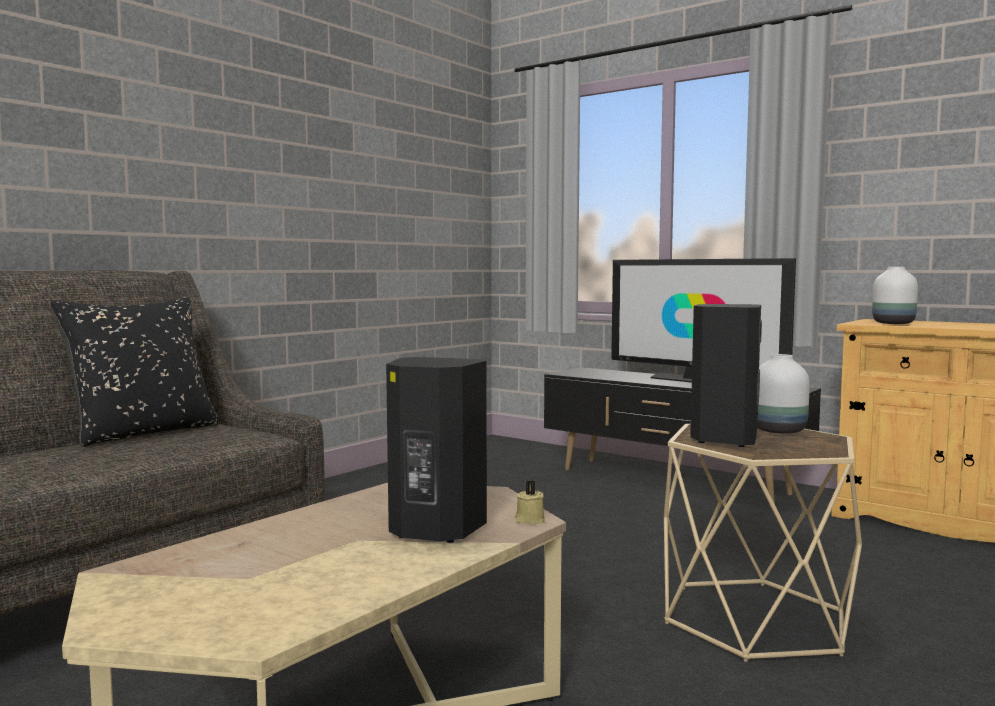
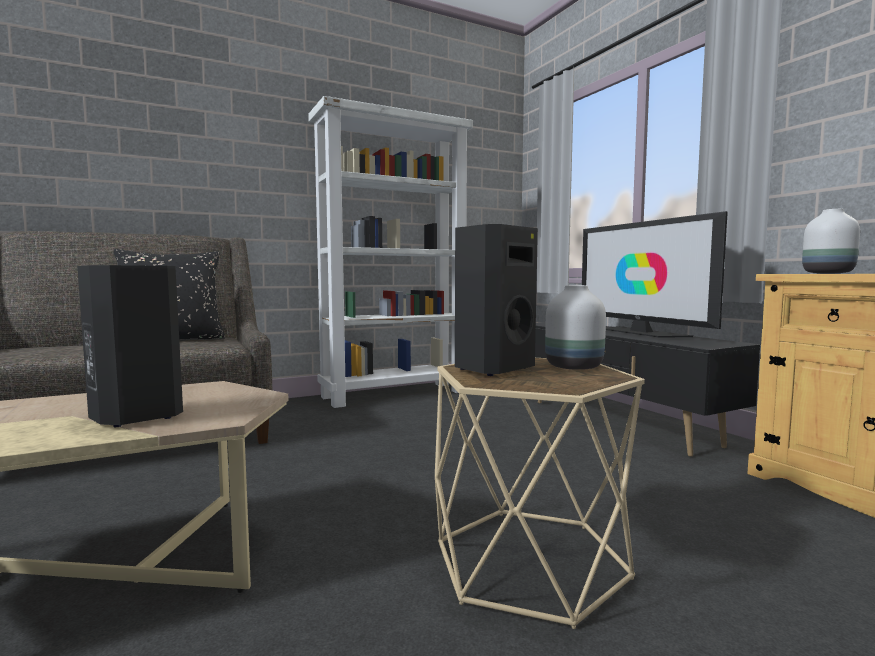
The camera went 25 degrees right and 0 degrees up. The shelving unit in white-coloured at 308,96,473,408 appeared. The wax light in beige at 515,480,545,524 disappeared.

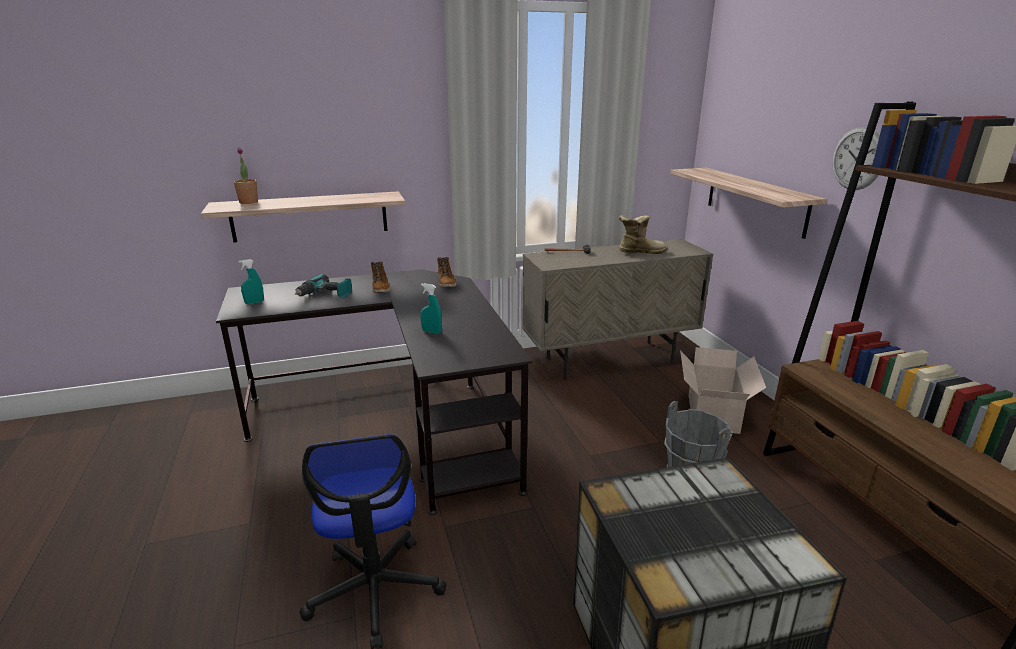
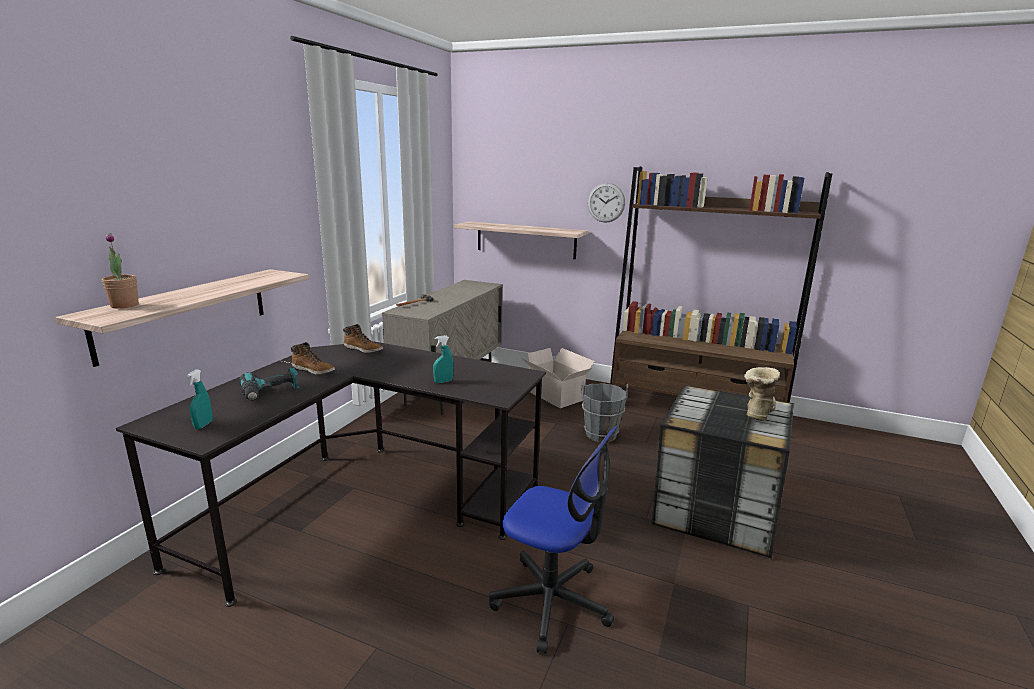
The camera went 50 degrees left and 5 degrees down. The boot moved from 619,215,668,254 to 744,367,780,421.

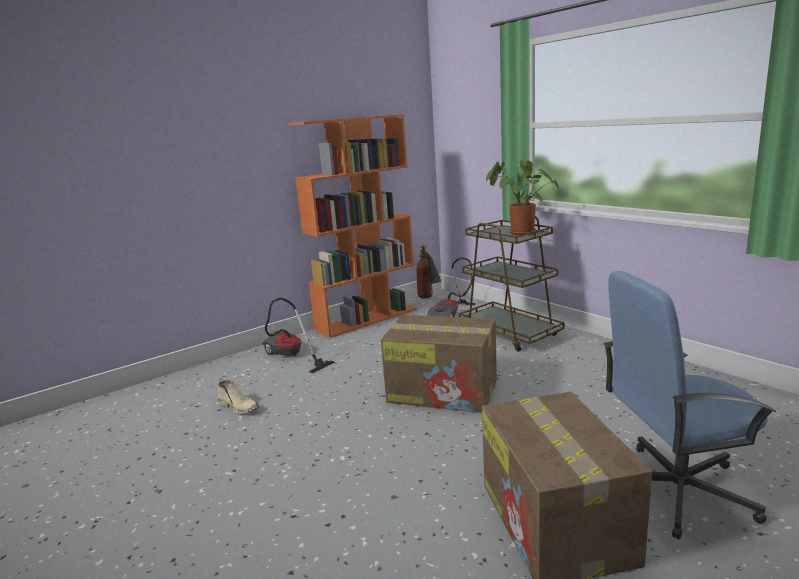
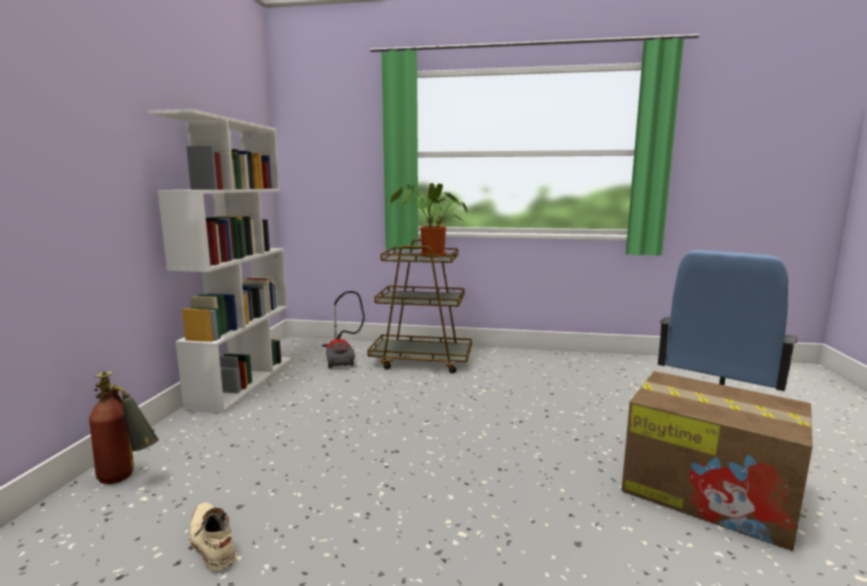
The camera went 45 degrees left and 5 degrees down. The fire-fighting cylinder moved from 416,245,441,298 to 89,371,159,484. The shelving unit in orange at 288,114,417,338 became the shelving unit in white-coloured at 148,109,291,413. The boot in beige at 218,380,259,414 turned 120 degrees counterclockwise. The vacuum cleaner at 262,298,335,373 disappeared. The carton at 381,314,497,413 disappeared.

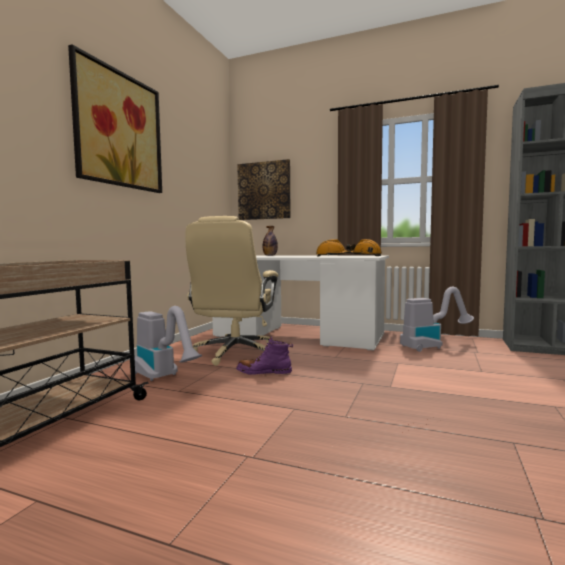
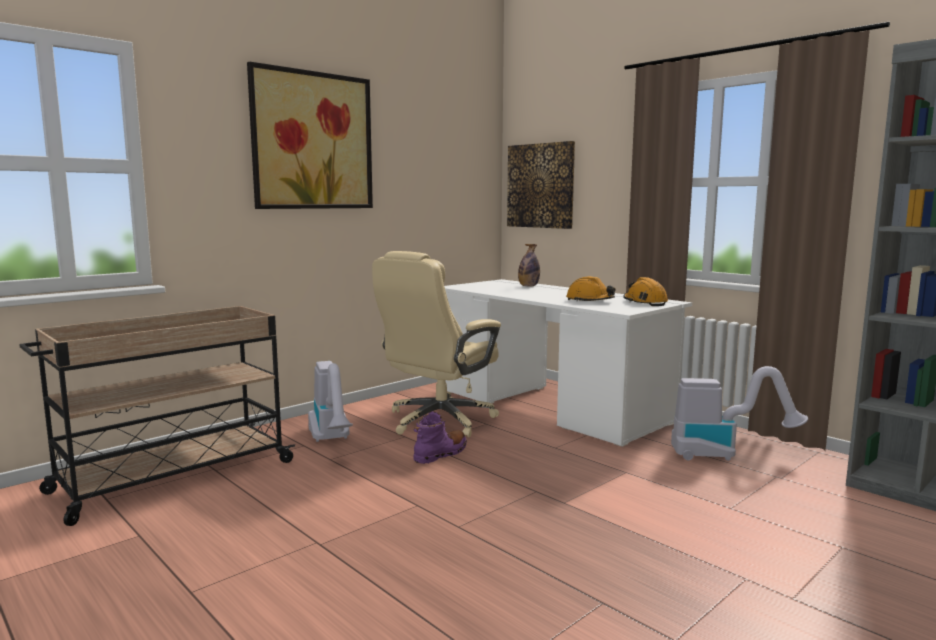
The camera went 25 degrees right and 5 degrees up. The boot in purple-coloured at 236,336,293,375 turned 105 degrees clockwise.

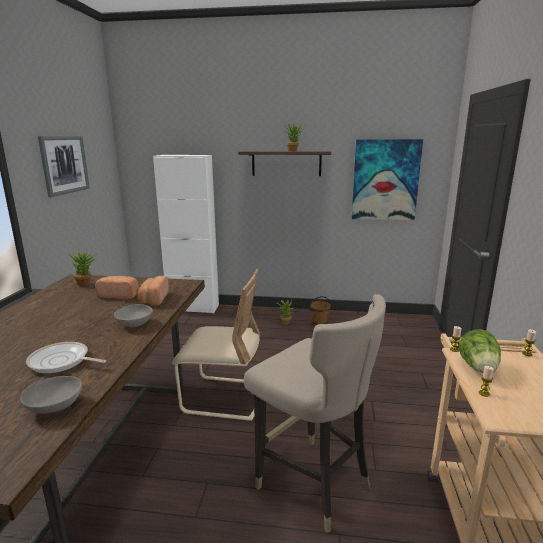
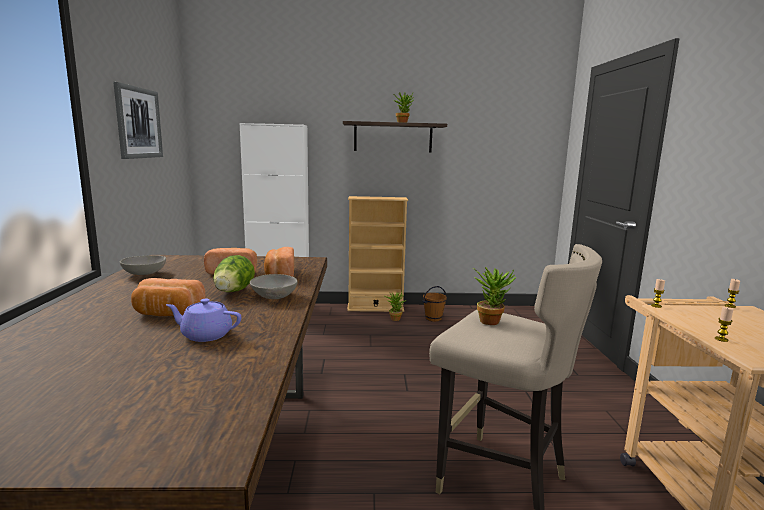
The camera went 10 degrees left and 5 degrees down. The bowl in gray moved from 20,376,82,414 to 120,255,166,275. The bakery bread at 131,278,206,316 appeared. The pan at 26,342,106,373 was replaced by the teapot in purple-coloured at 166,299,241,342. The lettuce moved from 459,329,501,373 to 213,255,255,292. The shelving unit in beige at 347,196,408,312 appeared. The plant in a pot moved from 68,251,97,286 to 473,267,516,325. The upright chair in beige at 173,269,260,421 disappeared. The wall art at 351,139,423,220 disappeared.

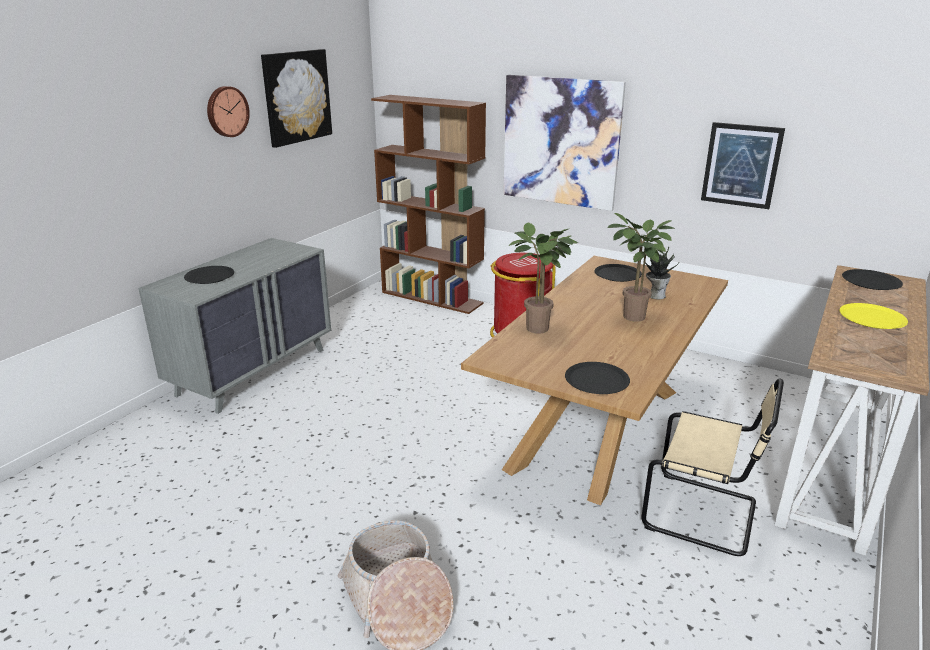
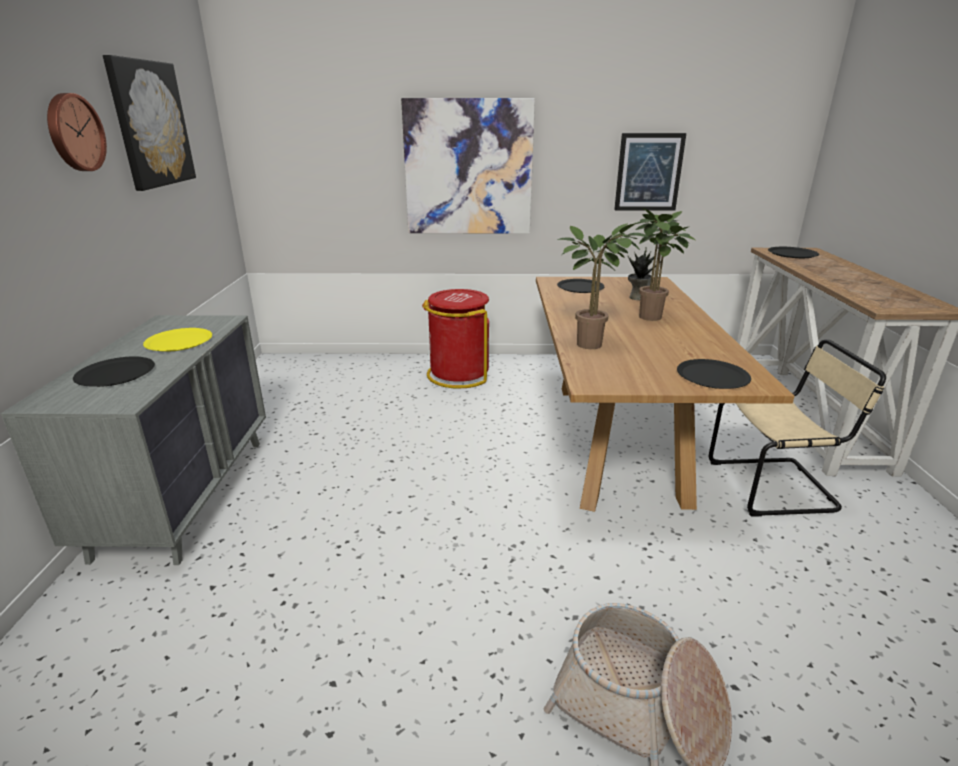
The camera went 30 degrees left and 0 degrees up. The dinner plate in yellow-coloured moved from 839,303,908,329 to 143,328,212,352. The shelving unit in brownish at 371,95,486,314 disappeared.

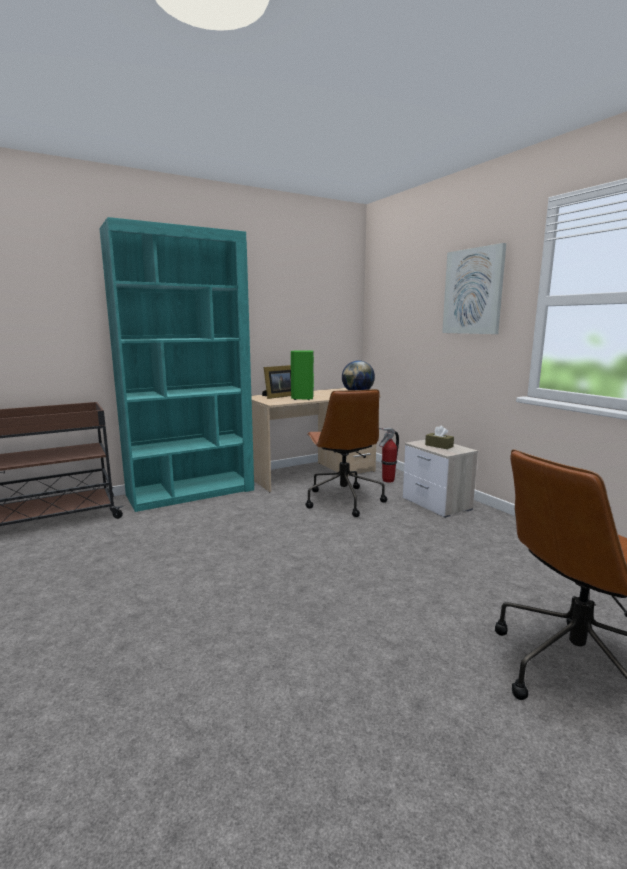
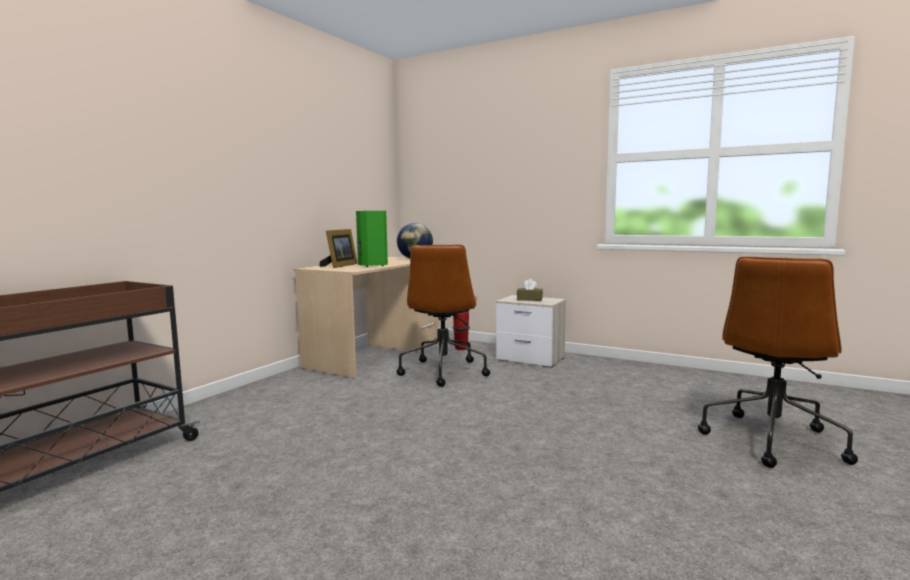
The camera went 30 degrees left and 5 degrees down. The desk chair in brownish at 305,389,387,517 turned 45 degrees clockwise. The shelving unit in turquoise at 99,217,254,512 disappeared. The wall art at 442,243,506,334 disappeared.

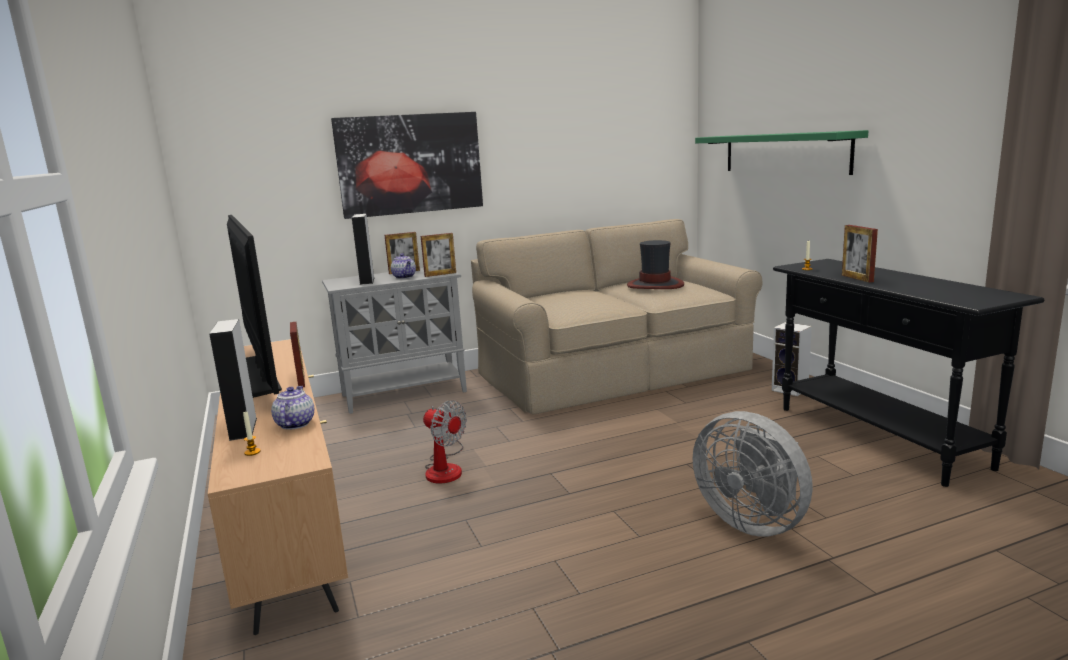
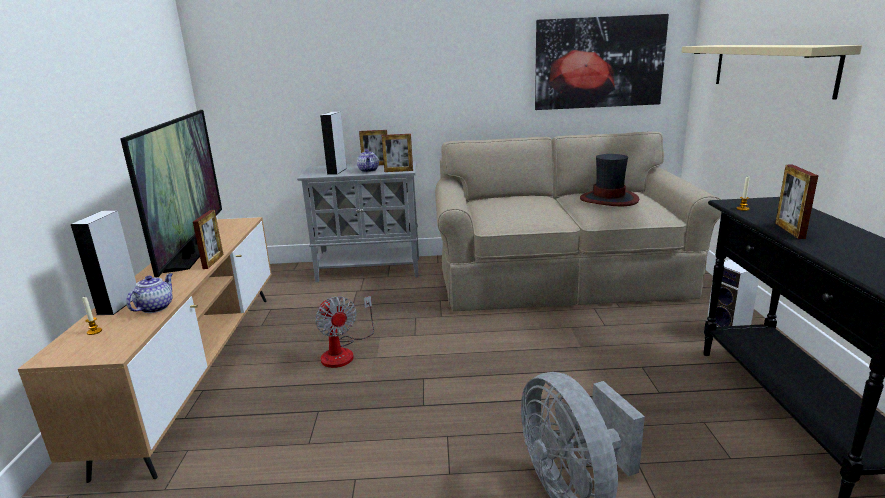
The camera went 20 degrees right and 5 degrees up. The wall art moved from 331,112,483,219 to 535,14,669,110. The shelf in greenish at 695,130,868,175 became the shelf in beige at 682,45,862,100.

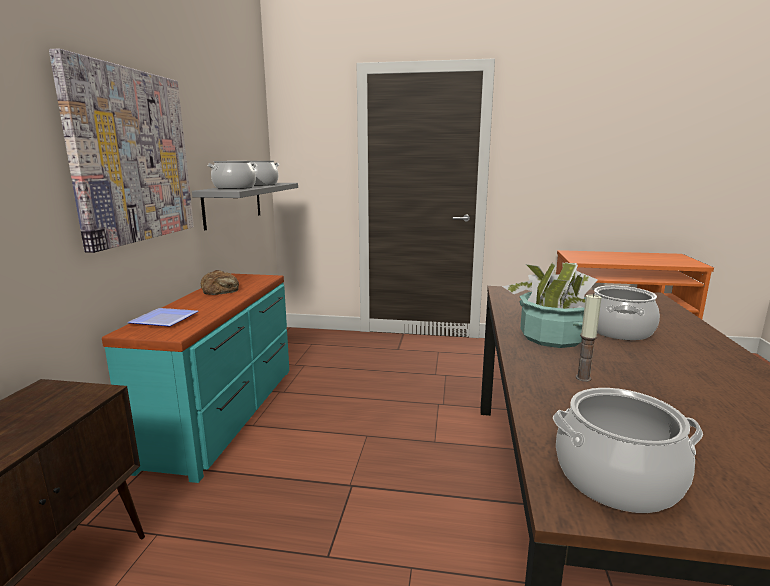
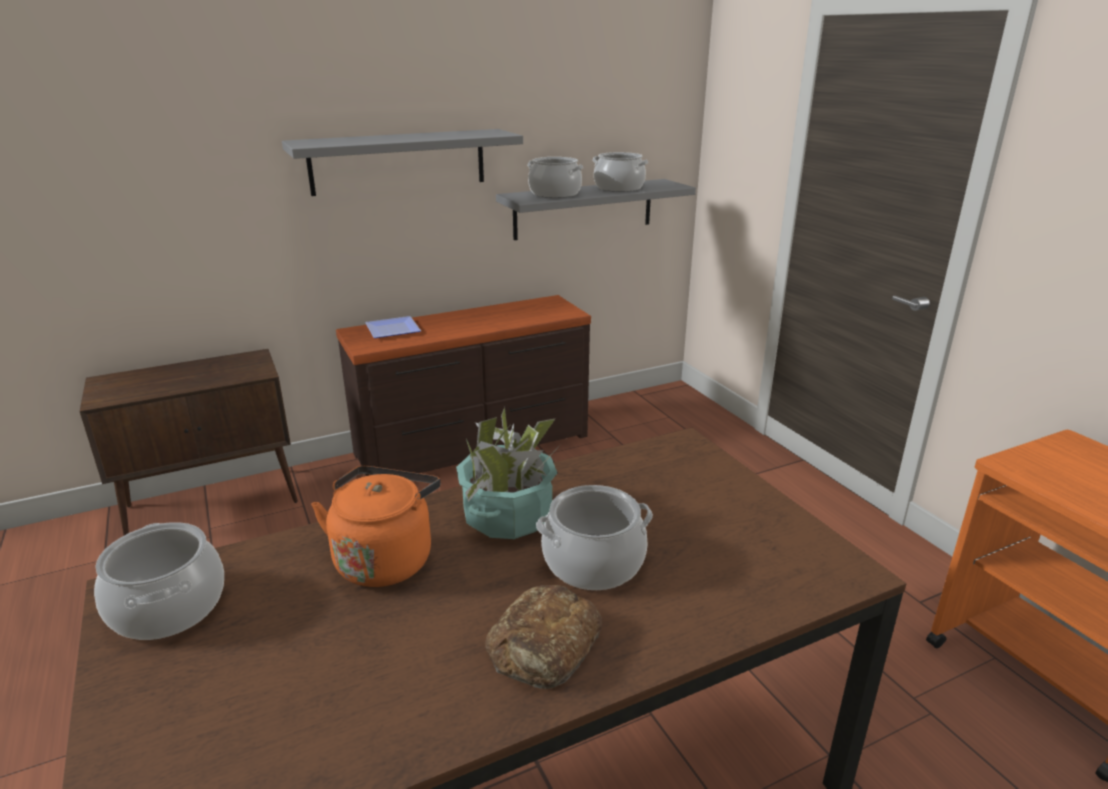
The camera went 55 degrees right and 10 degrees up. The wall art at 49,49,194,253 was replaced by the shelf in gray at 282,129,523,196. The wax light at 575,293,602,382 was replaced by the water kettle in orange at 311,466,440,587. The dresser in turquoise at 102,274,289,483 became the dresser in brownish at 336,295,591,476. The bakery bread moved from 201,270,239,295 to 485,585,602,689.

